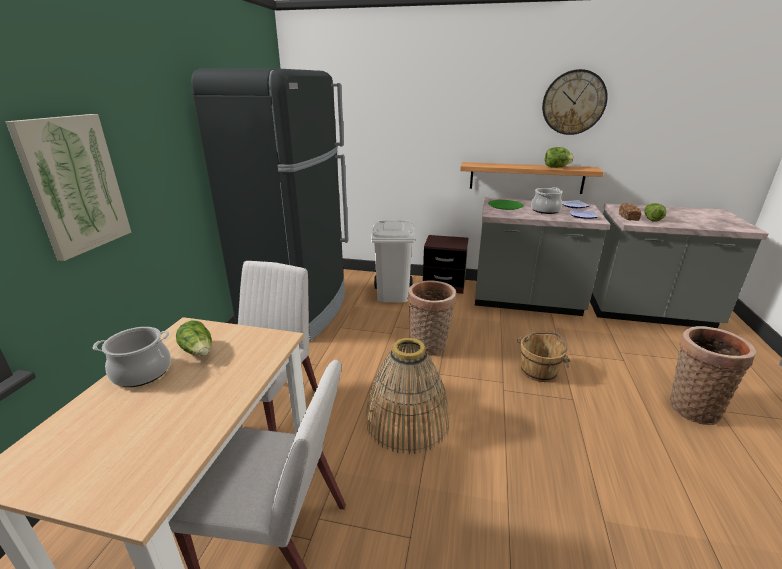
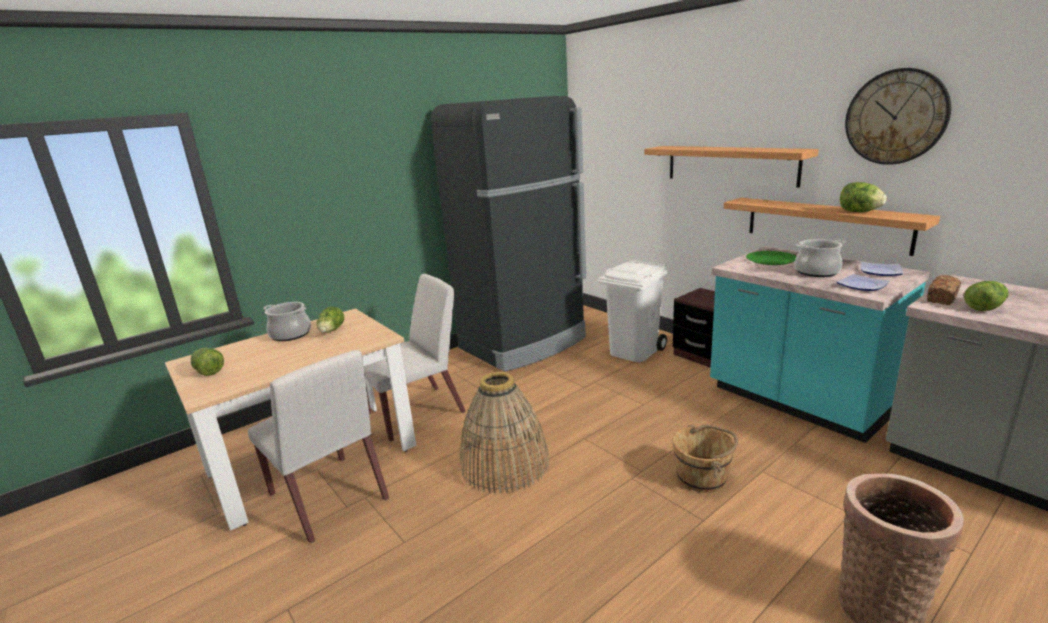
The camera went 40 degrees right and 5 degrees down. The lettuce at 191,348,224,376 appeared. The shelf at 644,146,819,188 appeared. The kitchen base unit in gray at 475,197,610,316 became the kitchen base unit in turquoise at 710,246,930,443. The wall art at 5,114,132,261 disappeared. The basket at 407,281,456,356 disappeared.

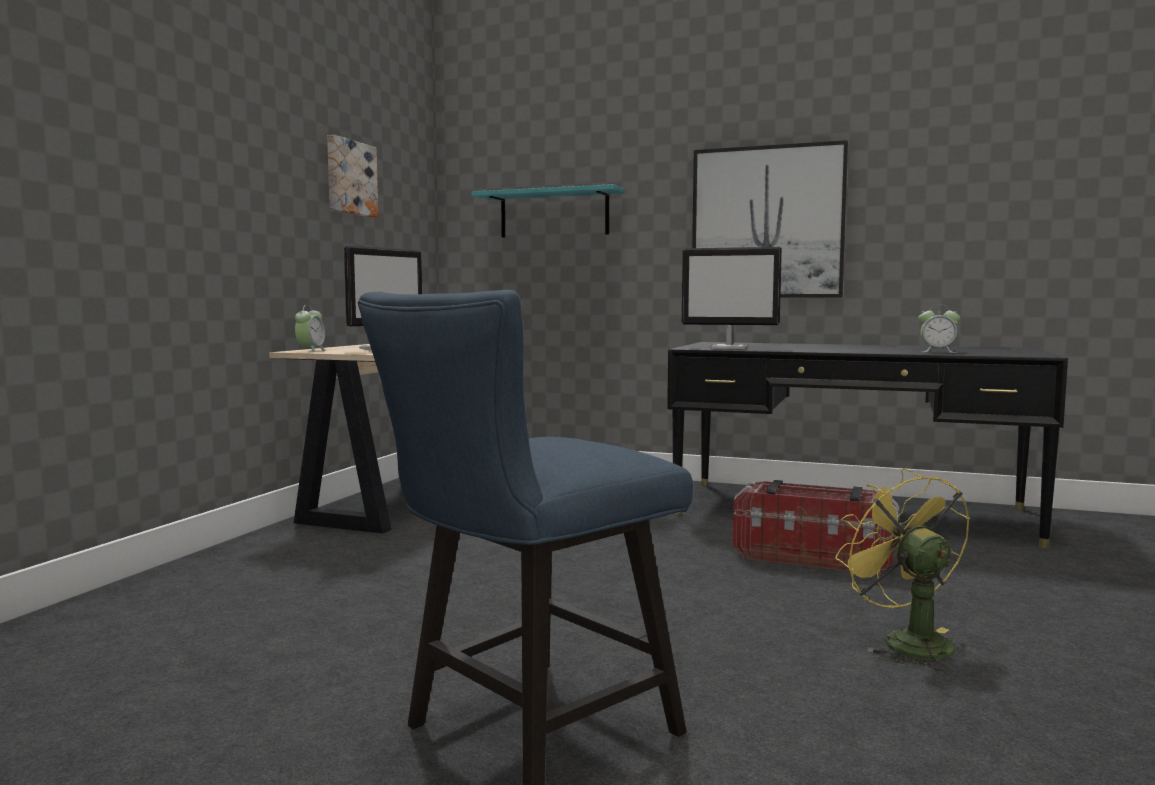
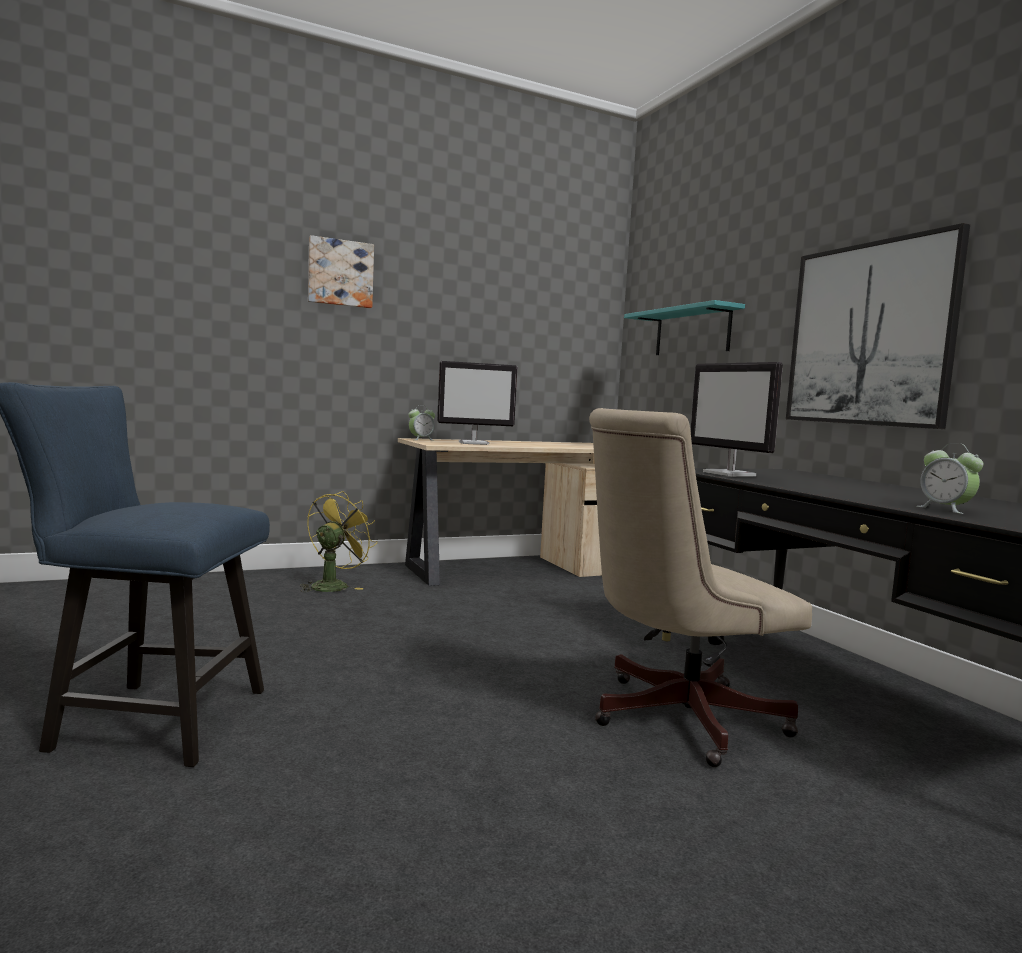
The camera went 45 degrees right and 0 degrees up. The cooling fan in yellow-coloured moved from 835,469,970,670 to 299,491,377,592. The wall art moved from 327,135,378,218 to 308,235,374,308. The storage bin at 733,480,899,575 was replaced by the desk chair in beige at 589,408,812,767.

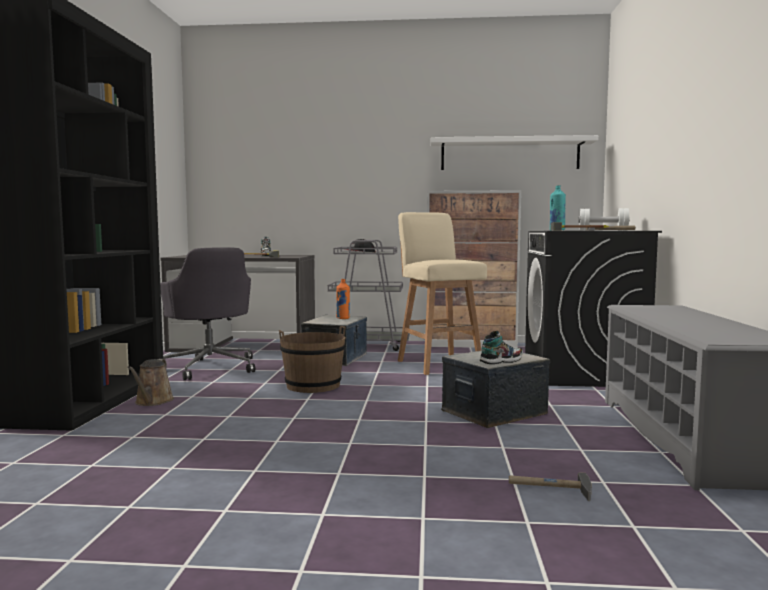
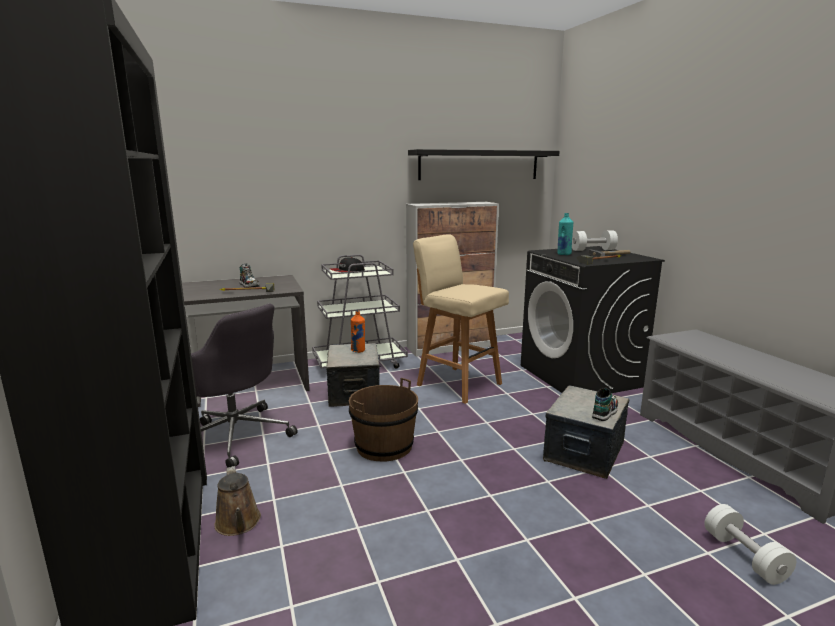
The camera went 25 degrees left and 10 degrees up. The shelf in white-coloured at 431,135,598,170 became the shelf in black at 408,149,559,180. The hand hammer at 509,472,592,501 was replaced by the dumbbell in white-coloured at 704,504,796,585.

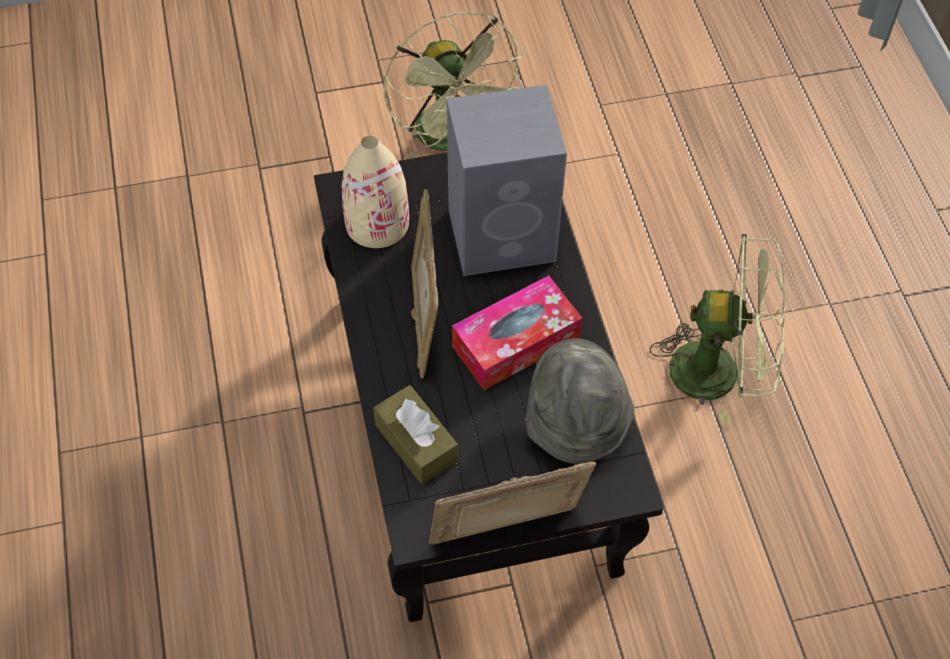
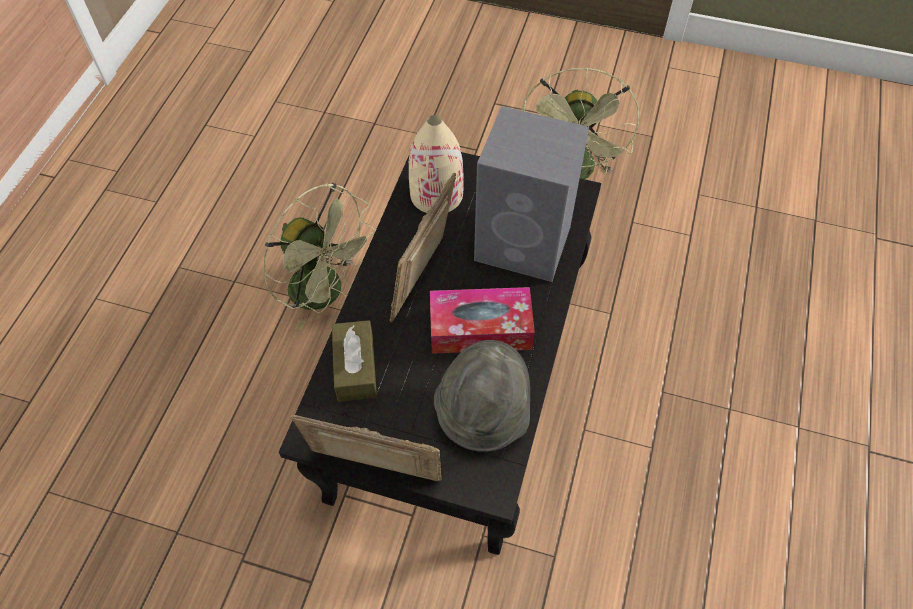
The camera went 30 degrees right and 0 degrees up. The cooling fan in greenish moved from 650,234,785,427 to 263,183,376,331.

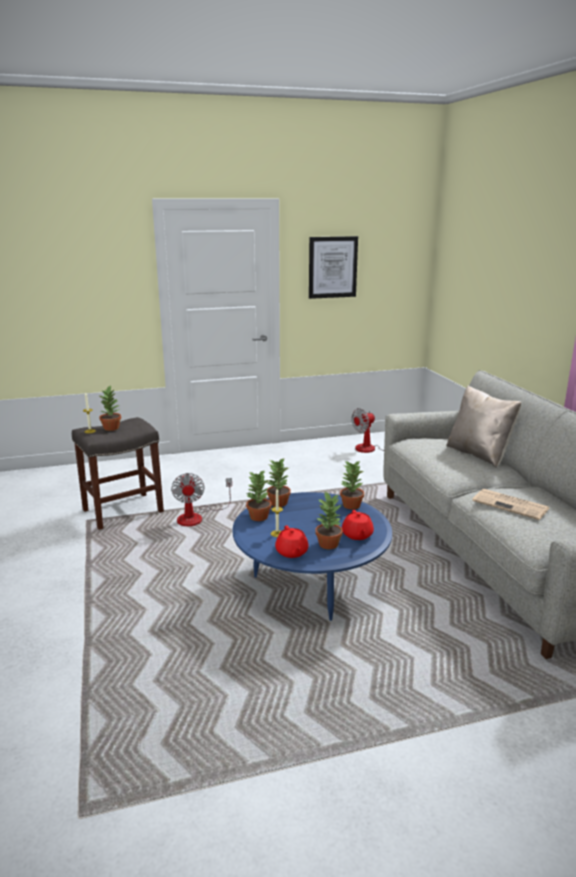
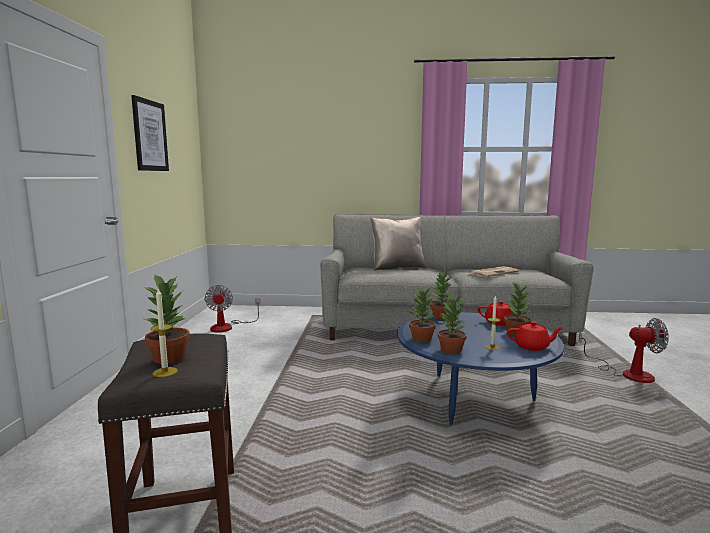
The camera went 70 degrees left and 10 degrees down. The cooling fan moved from 171,473,232,526 to 579,318,669,383.

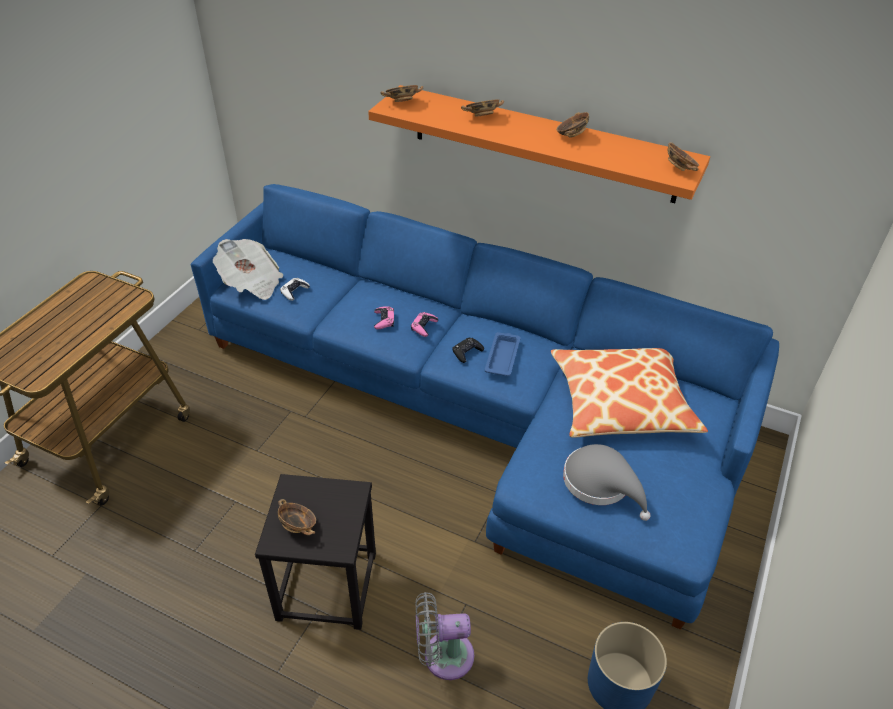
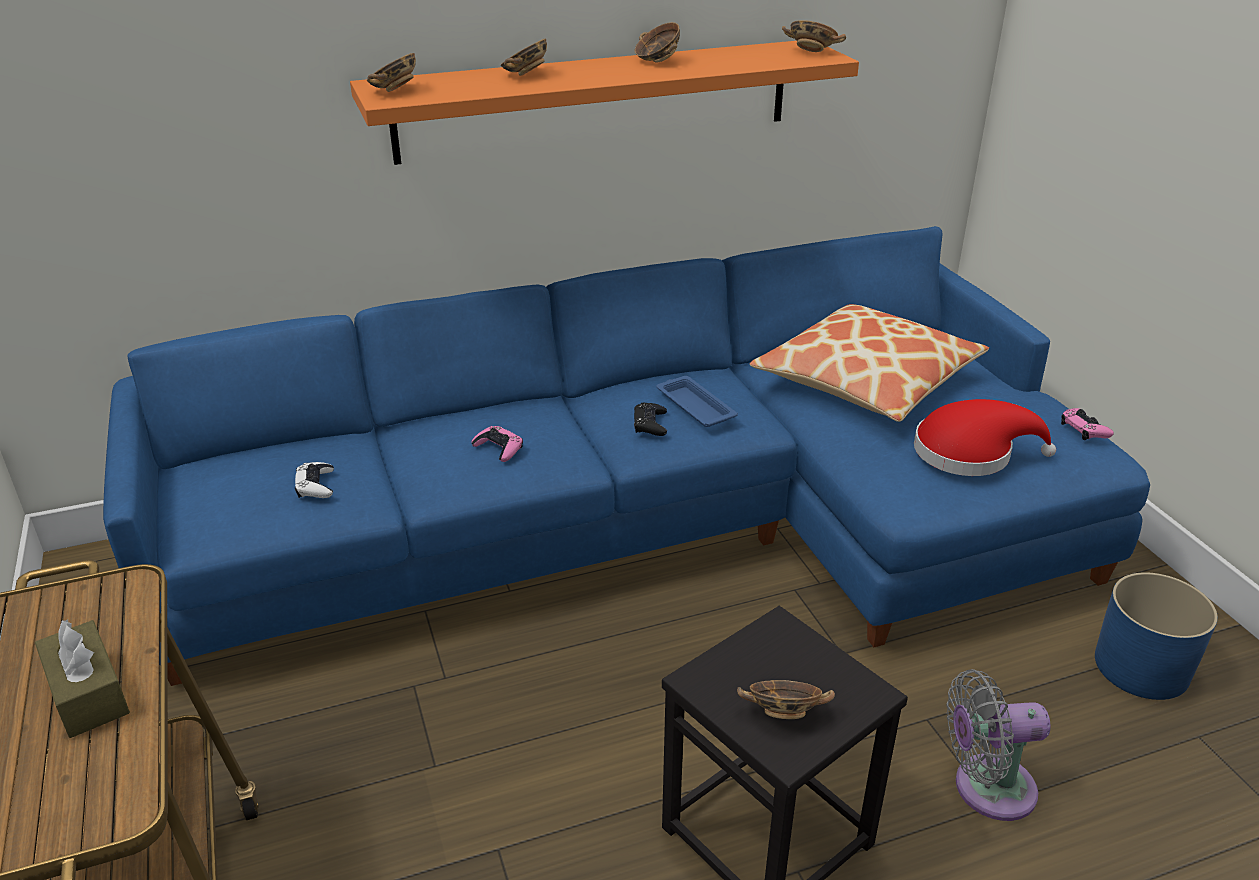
The camera went 45 degrees left and 10 degrees down. The tissue box in brownish at 35,619,130,738 appeared. The clothing hat in gray at 563,444,651,521 became the clothing hat in reddish at 914,399,1056,476. The cooling fan in gray at 416,592,474,680 turned 45 degrees clockwise. The joypad in pink moved from 411,312,438,337 to 1061,408,1114,440. The newspaper at 213,239,283,300 disappeared.

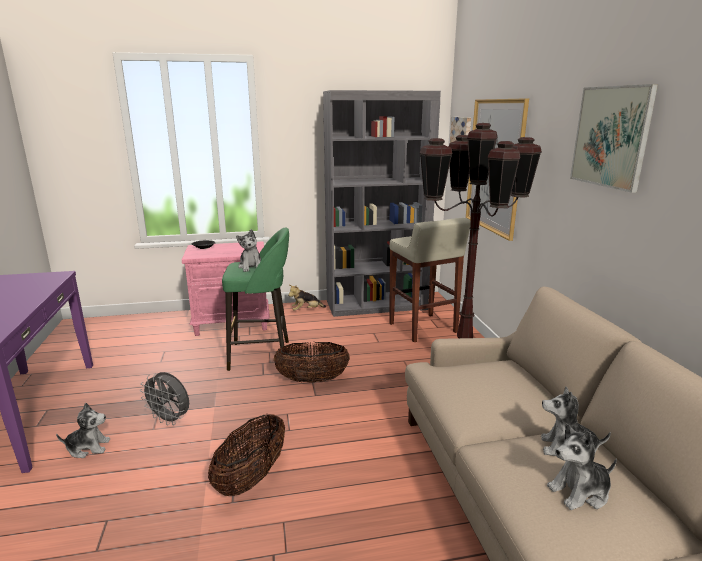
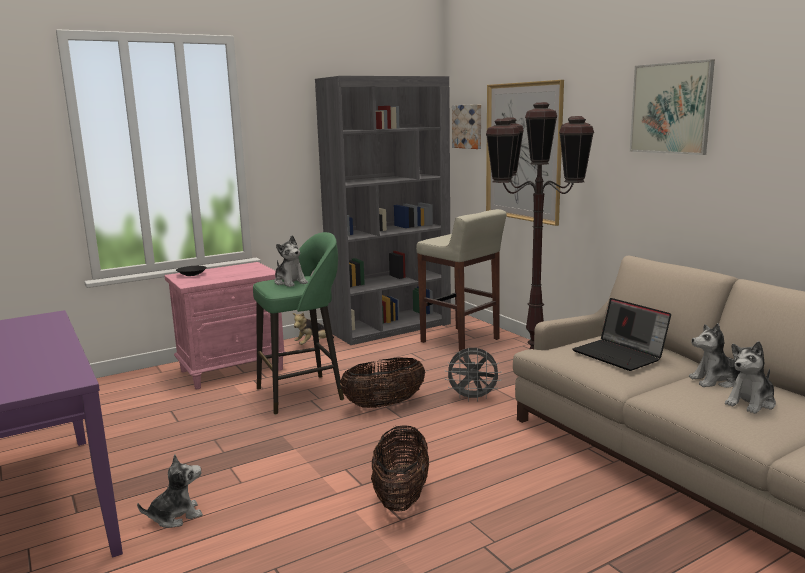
The camera went 20 degrees left and 5 degrees down. The cooling fan in gray moved from 140,372,189,425 to 445,348,502,402. The laptop at 573,298,671,371 appeared.

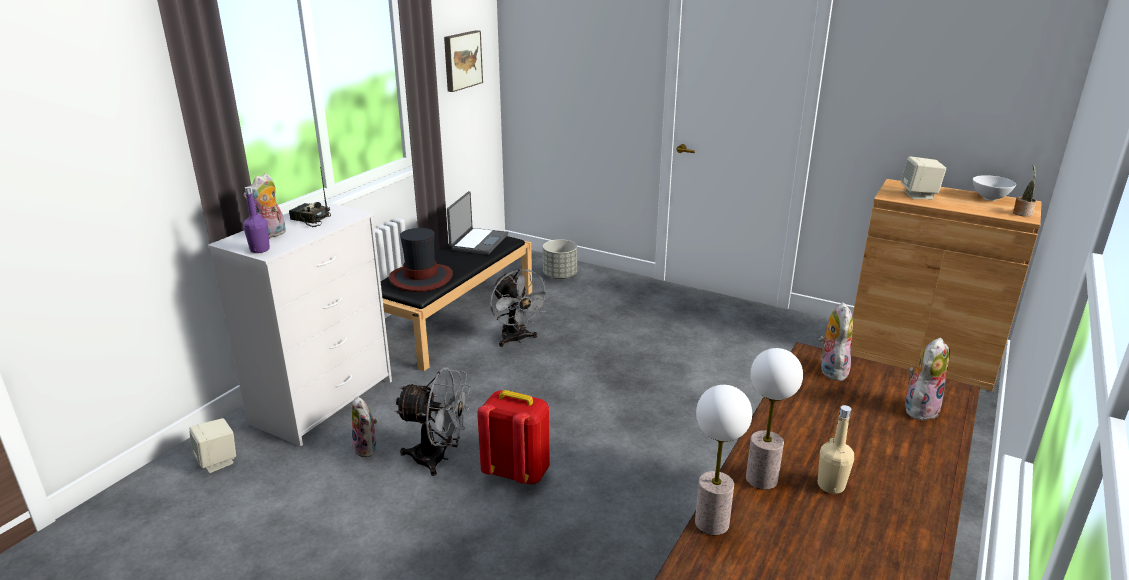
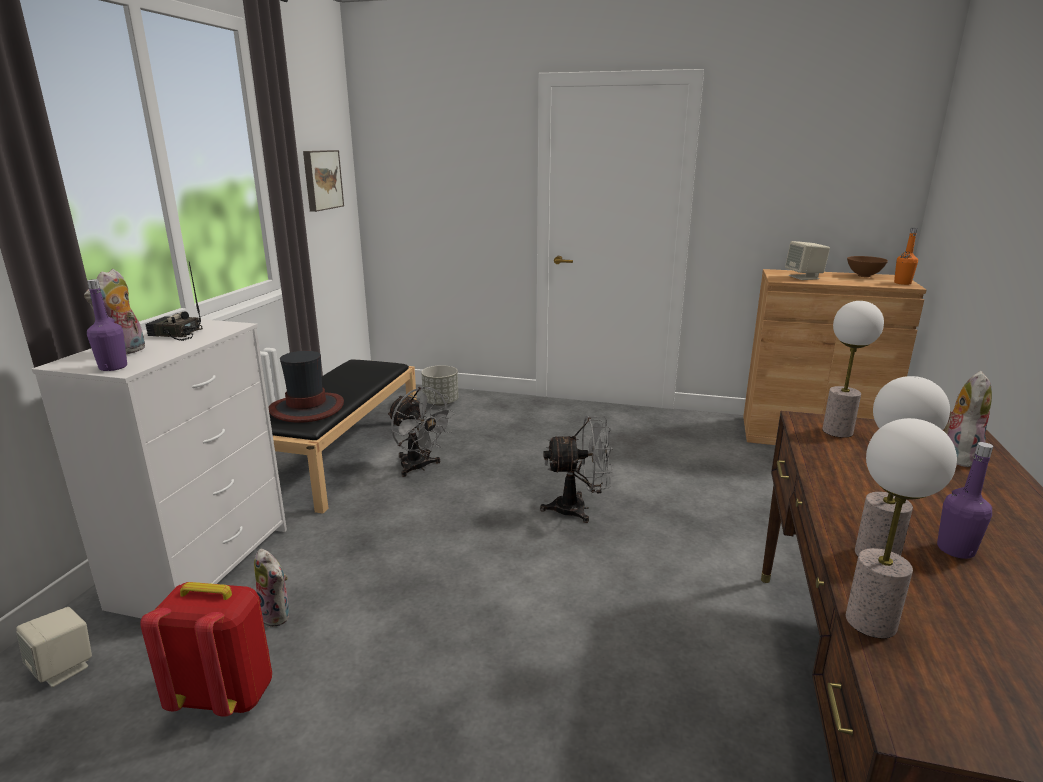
The camera went 15 degrees left and 5 degrees down. The backpack in reddish moved from 477,390,549,485 to 140,582,272,717. The cooling fan in gray moved from 395,367,470,476 to 540,416,613,523. The soft toy at 819,302,853,381 was replaced by the table lamp at 822,301,884,438. The bowl in white-coloured at 973,175,1016,201 became the bowl in brownish at 847,256,888,277. The plant in a pot at 1013,164,1036,217 was replaced by the bottle in orange at 894,228,918,285. The bottle in beige at 818,405,854,494 became the bottle in purple-coloured at 937,442,993,559. The laptop at 447,191,508,255 disappeared.

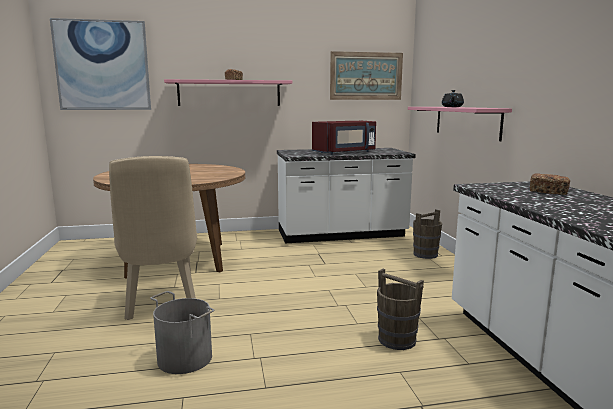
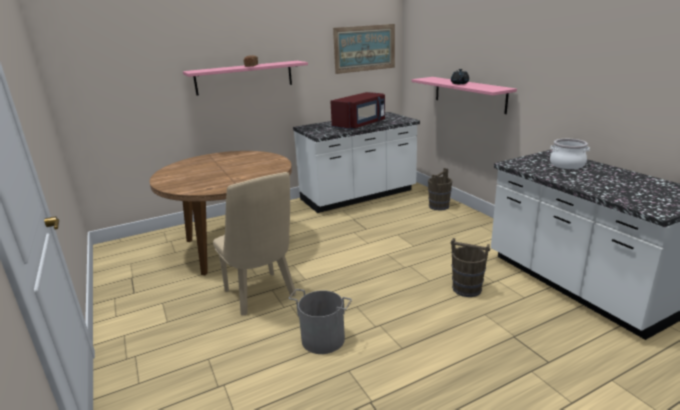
The camera went 15 degrees left and 10 degrees up. The bakery bread at 530,173,570,195 was replaced by the saucepot at 550,139,590,169. The wall art at 50,18,151,110 disappeared.

